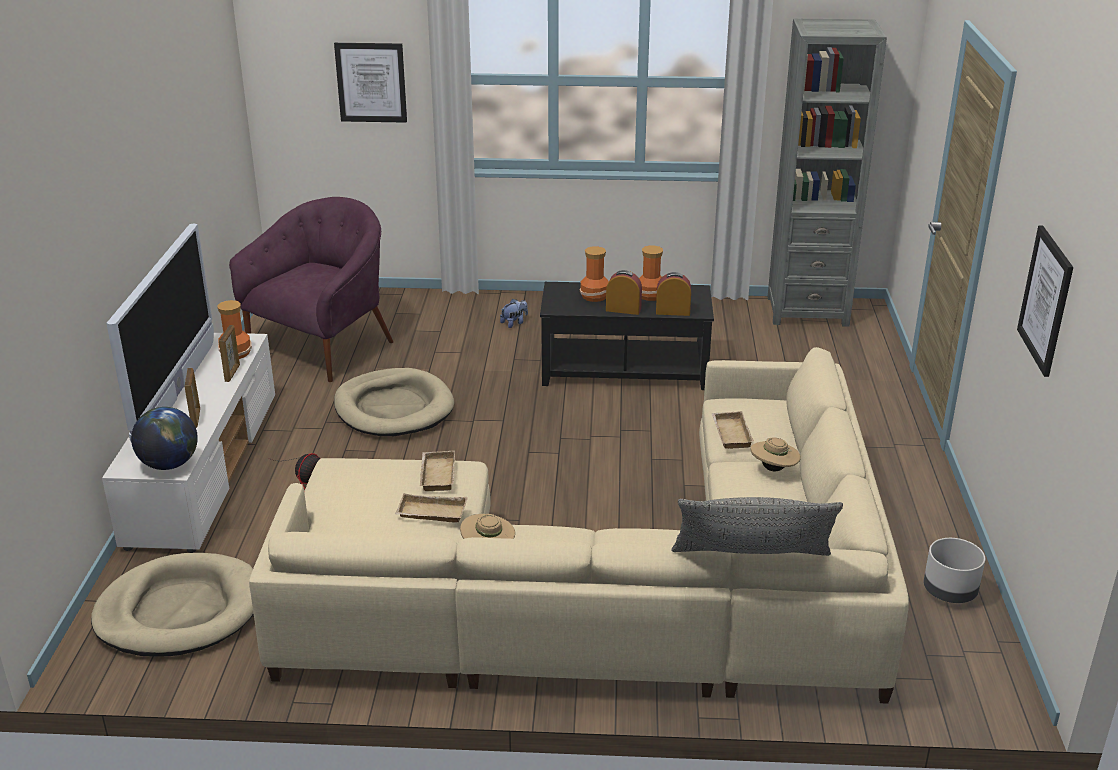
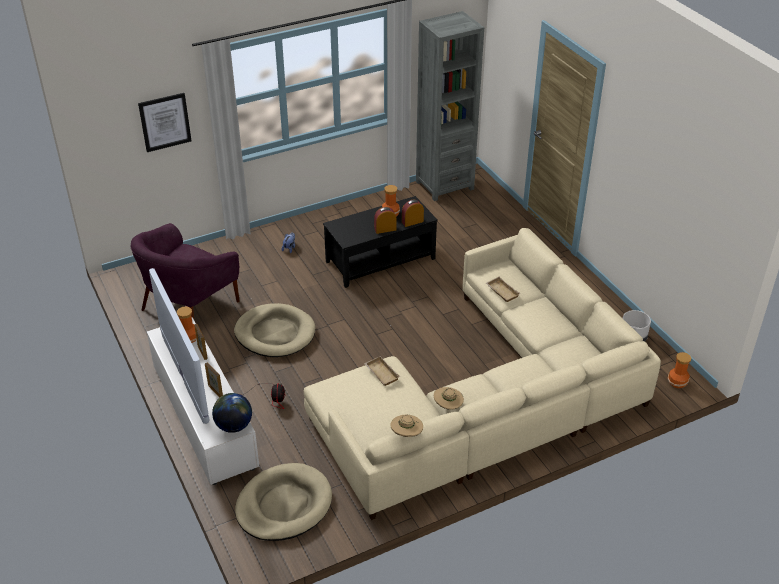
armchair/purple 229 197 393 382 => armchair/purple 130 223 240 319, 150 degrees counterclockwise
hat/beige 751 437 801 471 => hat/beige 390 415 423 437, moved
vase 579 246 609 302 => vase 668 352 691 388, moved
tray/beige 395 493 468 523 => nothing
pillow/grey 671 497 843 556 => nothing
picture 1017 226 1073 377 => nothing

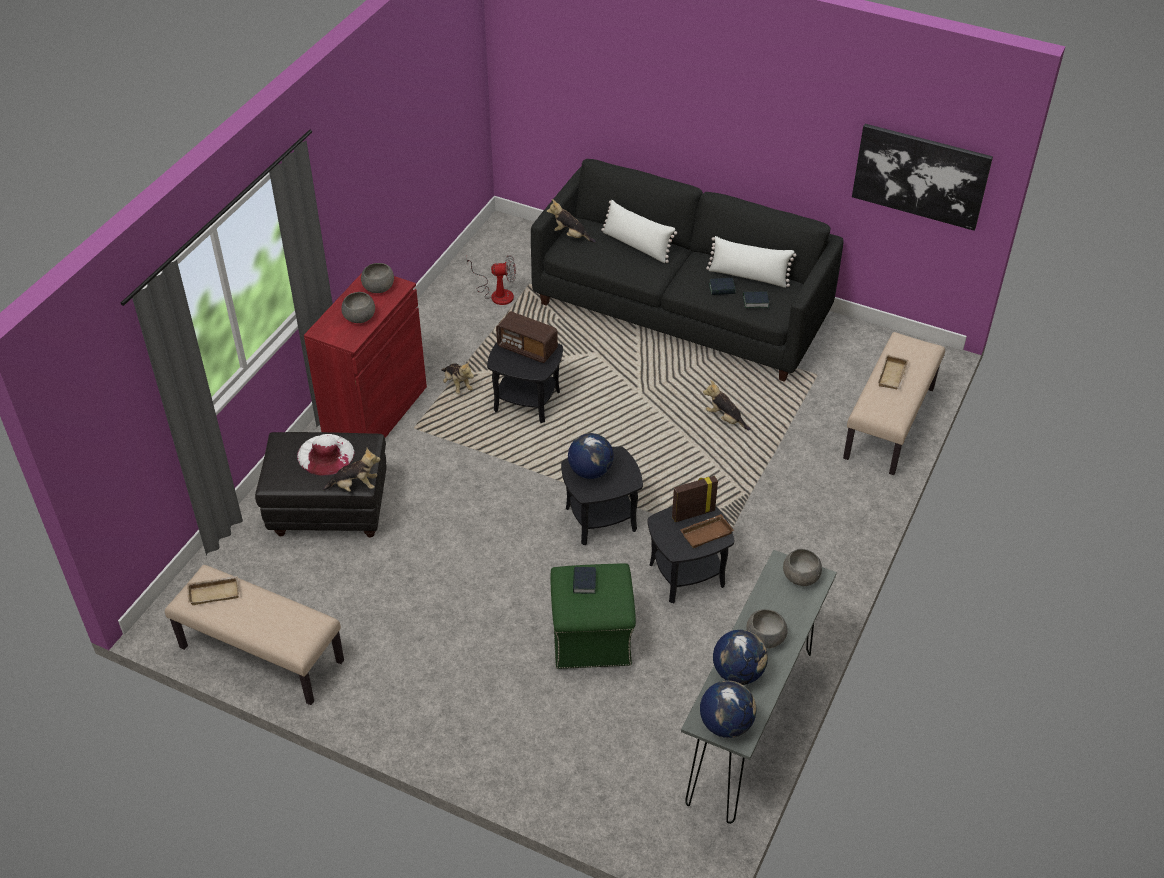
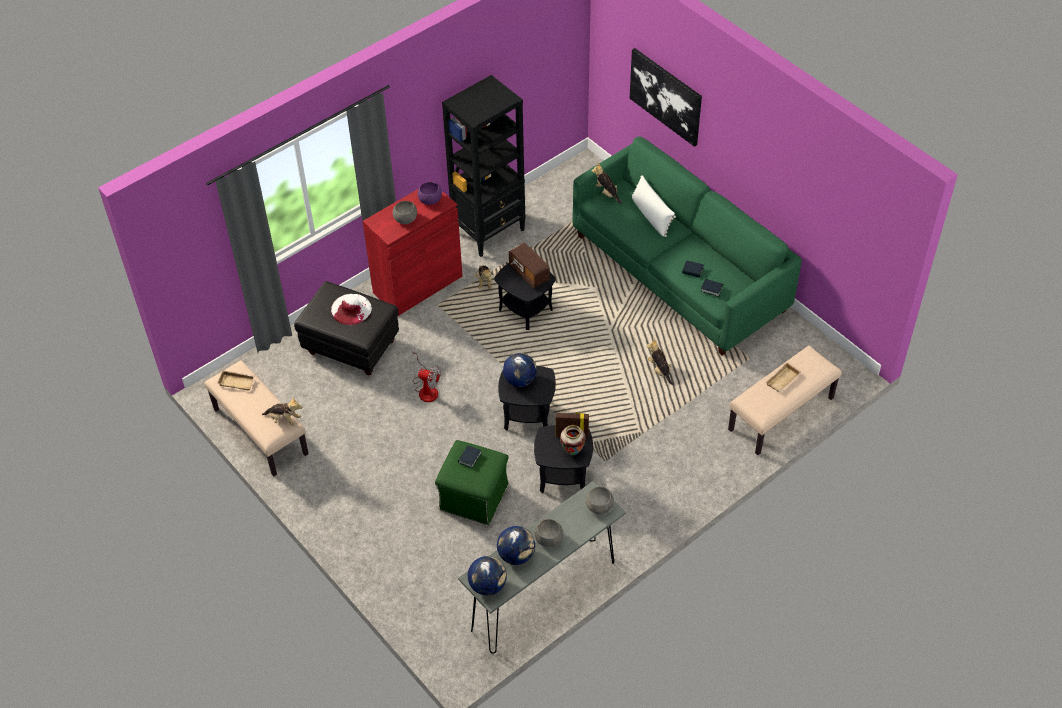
plush toy 323 448 381 492 => plush toy 262 397 303 426, moved
fan 466 255 516 305 => fan 412 349 441 402, moved
bowl/grey 361 263 394 293 => bowl/purple 418 182 442 205
nothing => bookcase/black 442 75 526 257
tray/brown 680 514 734 548 => vase 560 425 586 455
sofa/black 531 159 844 382 => sofa/green 573 137 802 355
picture 852 124 993 231 => picture 630 48 702 147, moved
pillow/white 706 236 797 288 => nothing

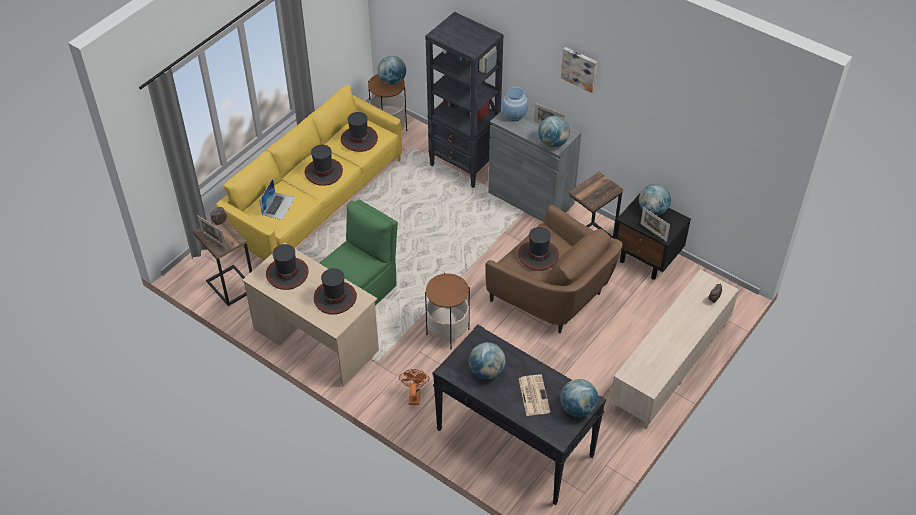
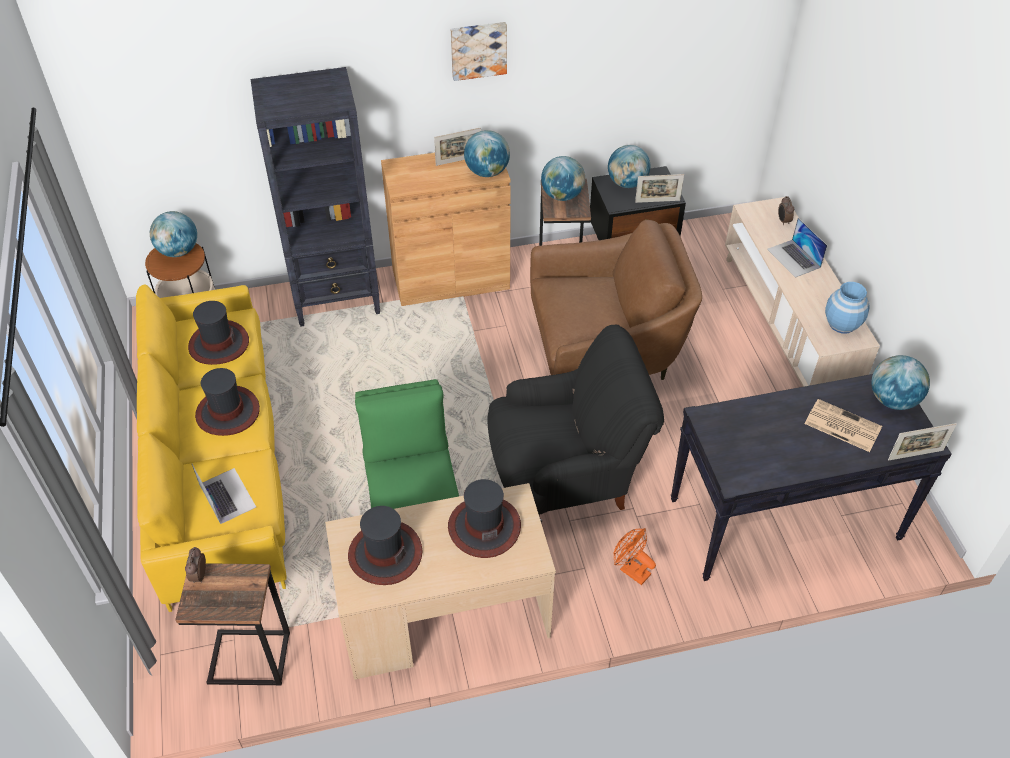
cabinet/grey 488 107 582 222 => cabinet/brown 381 153 511 306
side table 425 273 470 349 => armchair/black 487 325 664 523
globe 469 342 506 379 => globe 541 156 585 201, moved
nothing => laptop 767 218 828 278
vase/blue 502 87 528 121 => vase/blue 825 282 869 334, moved
picture frame 198 216 226 248 => picture frame 888 423 957 461, moved
hat 518 227 559 271 => nothing

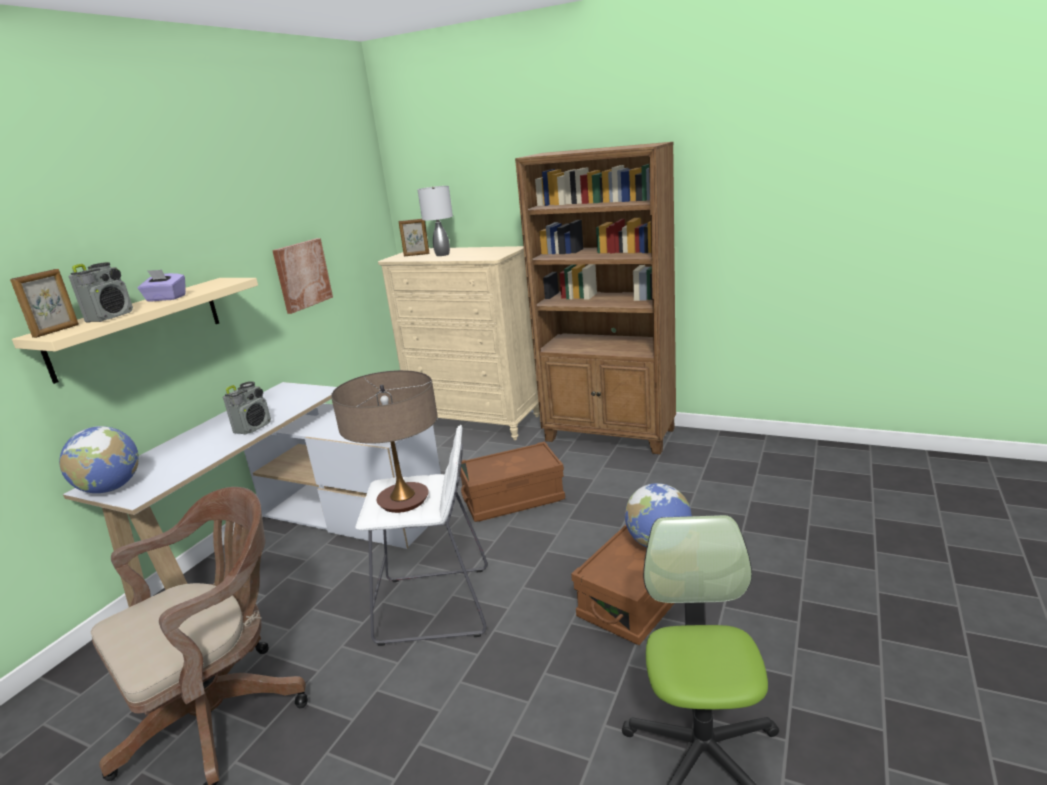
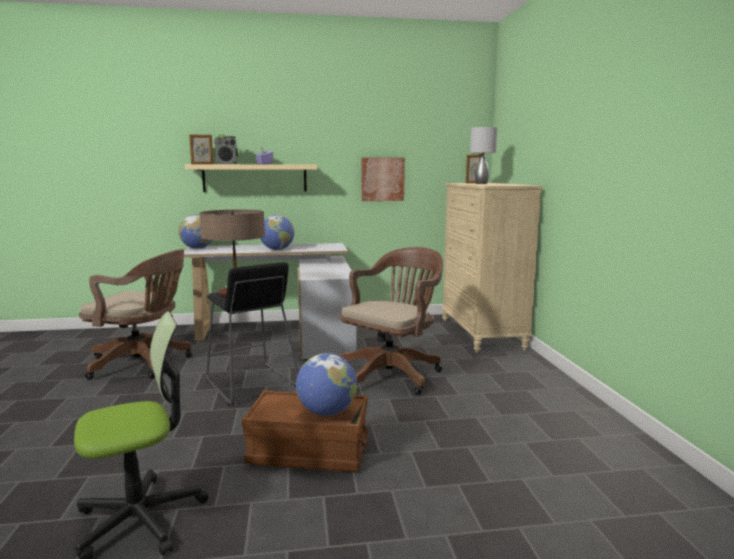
stool/white 355 425 487 646 => stool/black 206 262 298 406
radio 223 381 271 435 => globe 260 215 294 250
storage box/brown 460 441 565 522 => office chair/brown 339 247 443 395
bookcase/brown 515 142 676 454 => nothing

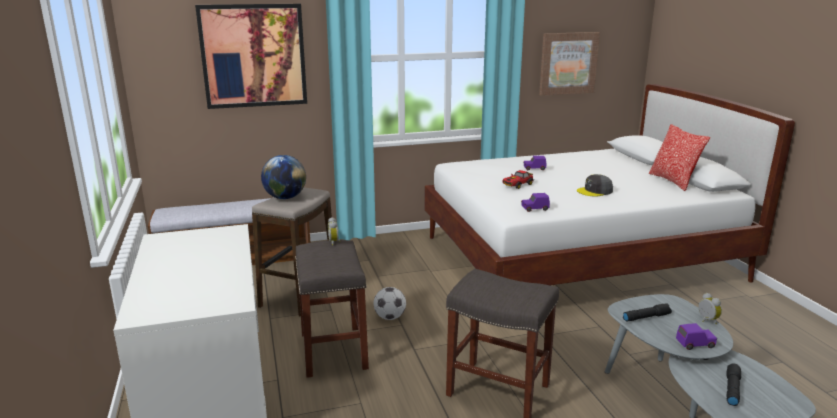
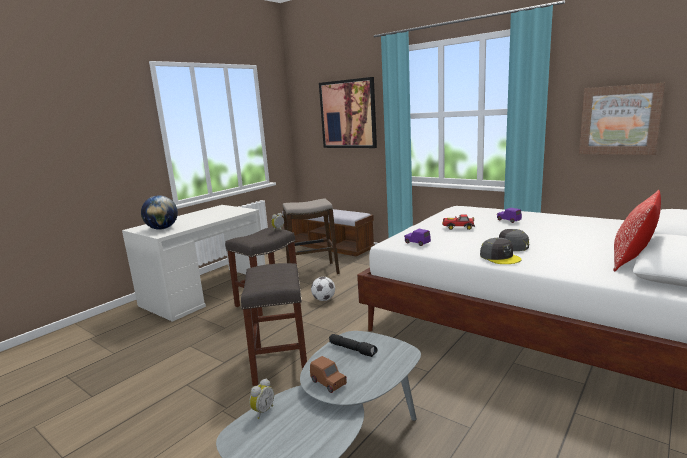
globe 261 155 306 199 => globe 141 195 178 230, moved
alarm clock 698 293 722 324 => alarm clock 249 379 274 419, moved
toy car/purple 676 323 717 350 => toy car/brown 310 356 347 393
nothing => cap/grey 480 238 521 264
flashlight/black 726 363 741 406 => nothing

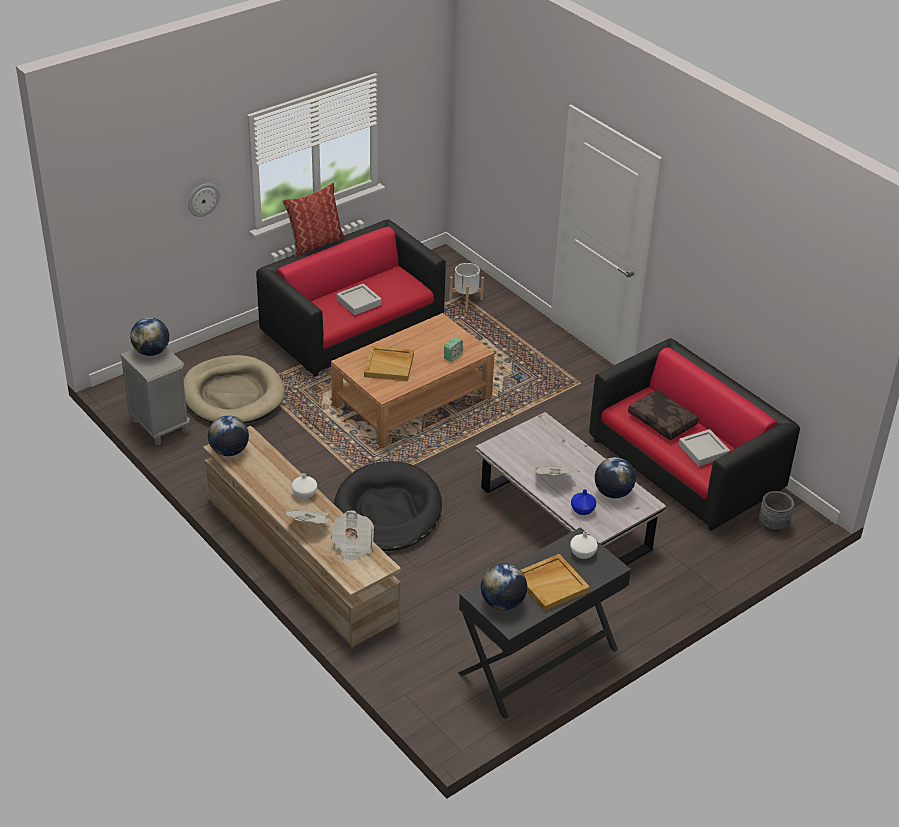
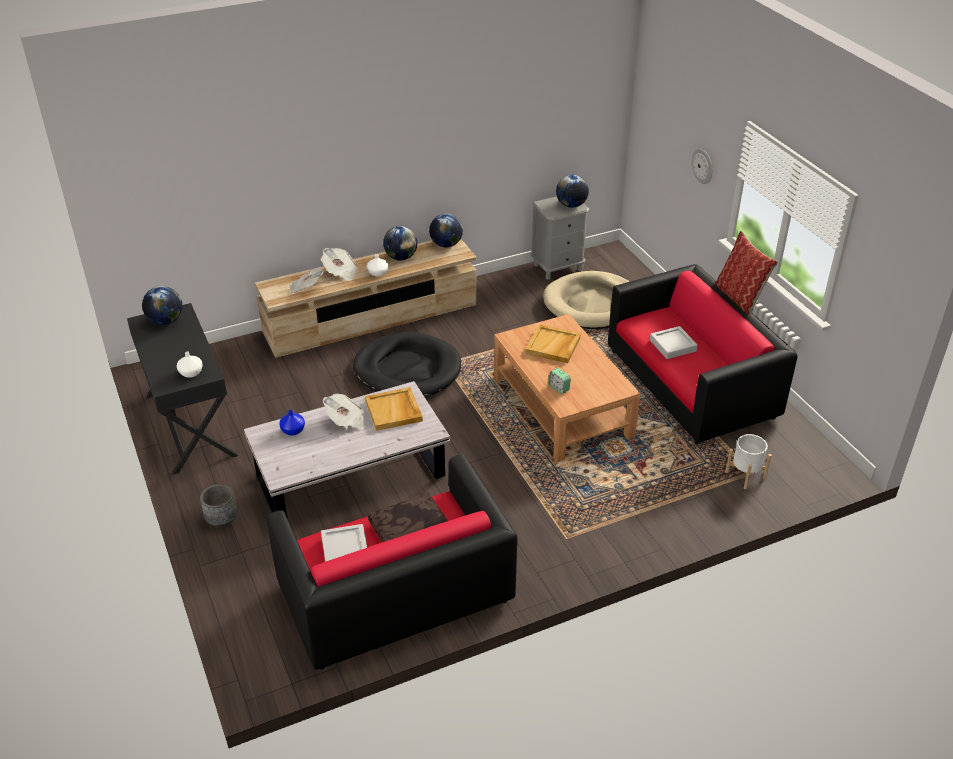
planter/grey 759 491 794 533 => planter/grey 200 484 237 528, moved
tray/beige 521 554 590 612 => tray/beige 365 387 423 431, moved
globe 595 457 636 498 => globe 383 226 417 260, moved

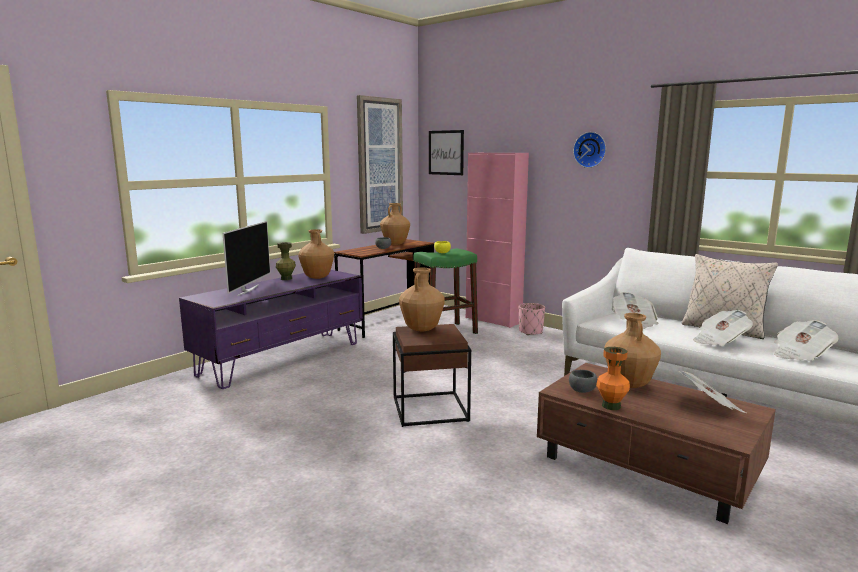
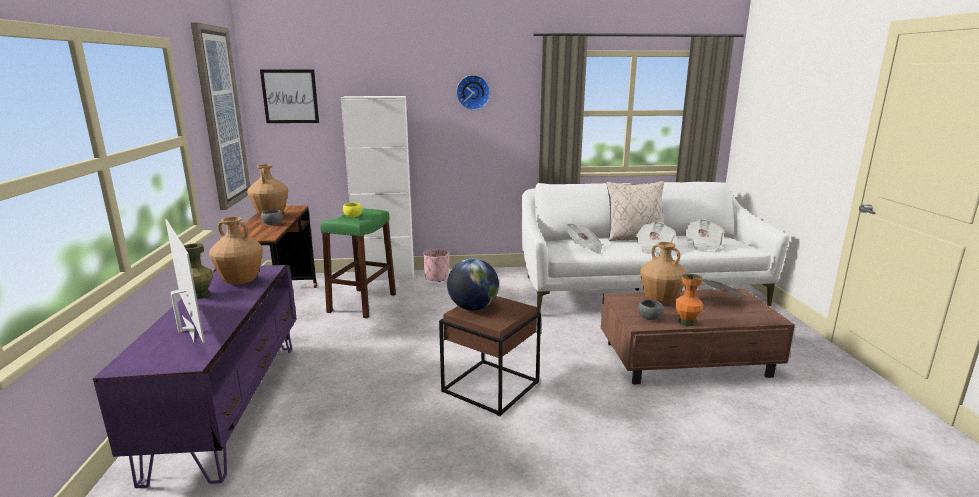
cabinet/pink 466 153 529 328 => cabinet/white 341 96 414 280
vase/brown 399 268 445 331 => globe 447 259 499 310

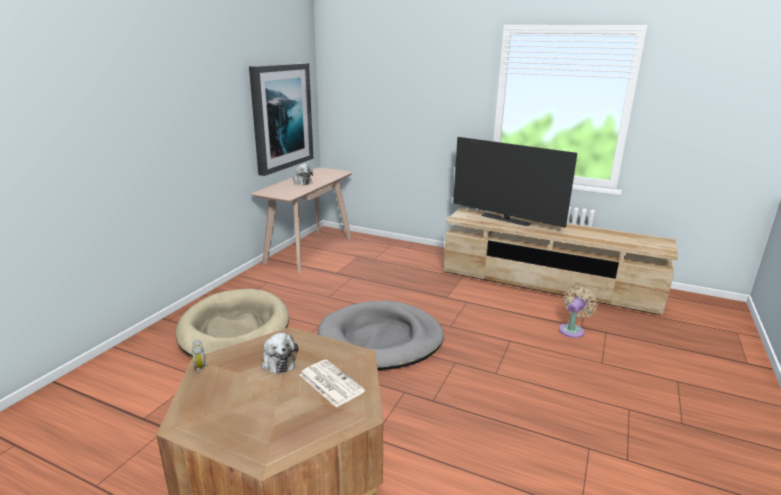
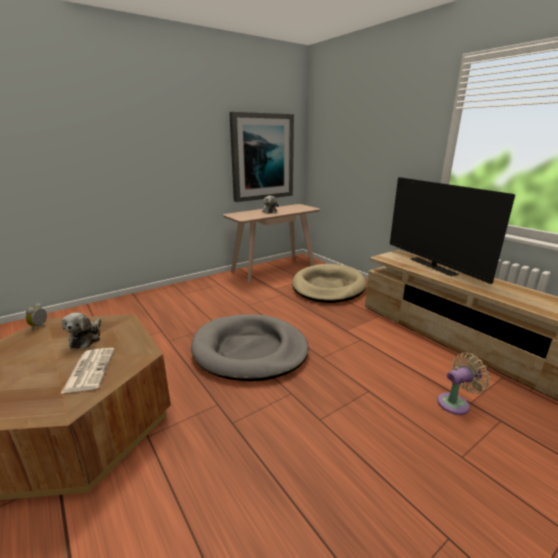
dog bed/beige 176 289 289 357 => dog bed/beige 292 264 366 303, moved

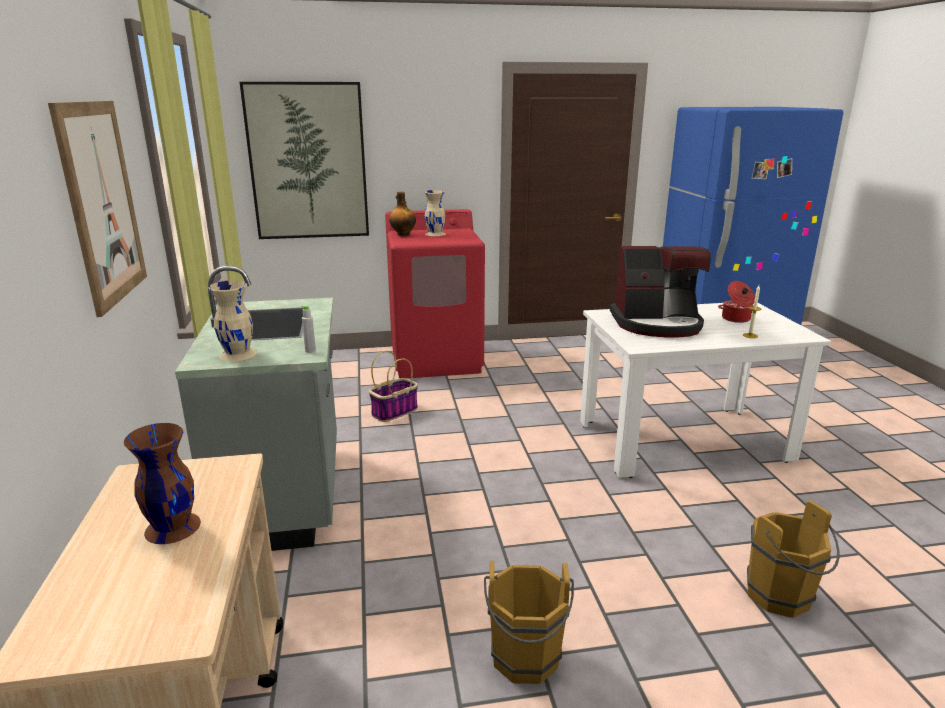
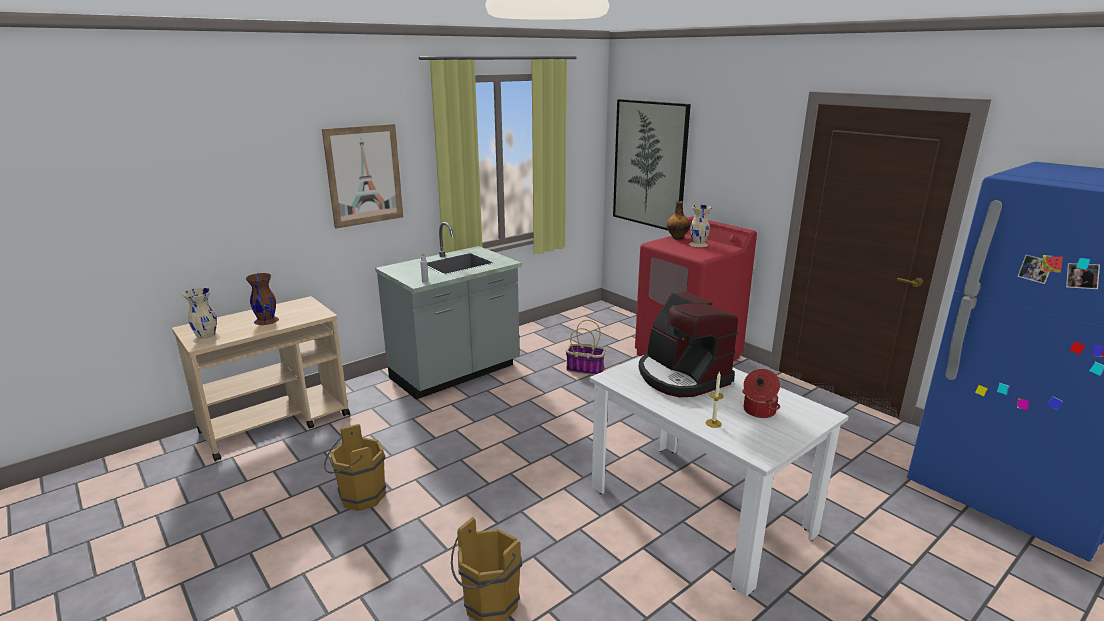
vase/beige 209 280 257 362 => vase/beige 183 288 221 344, moved

